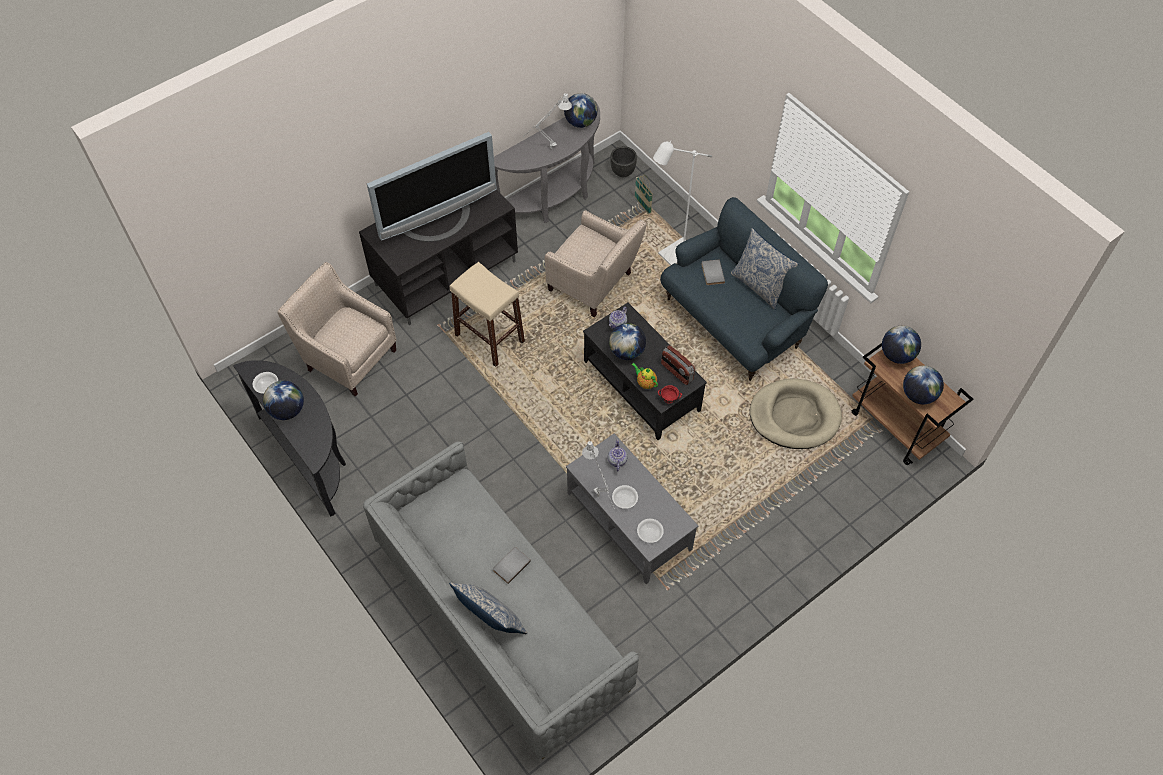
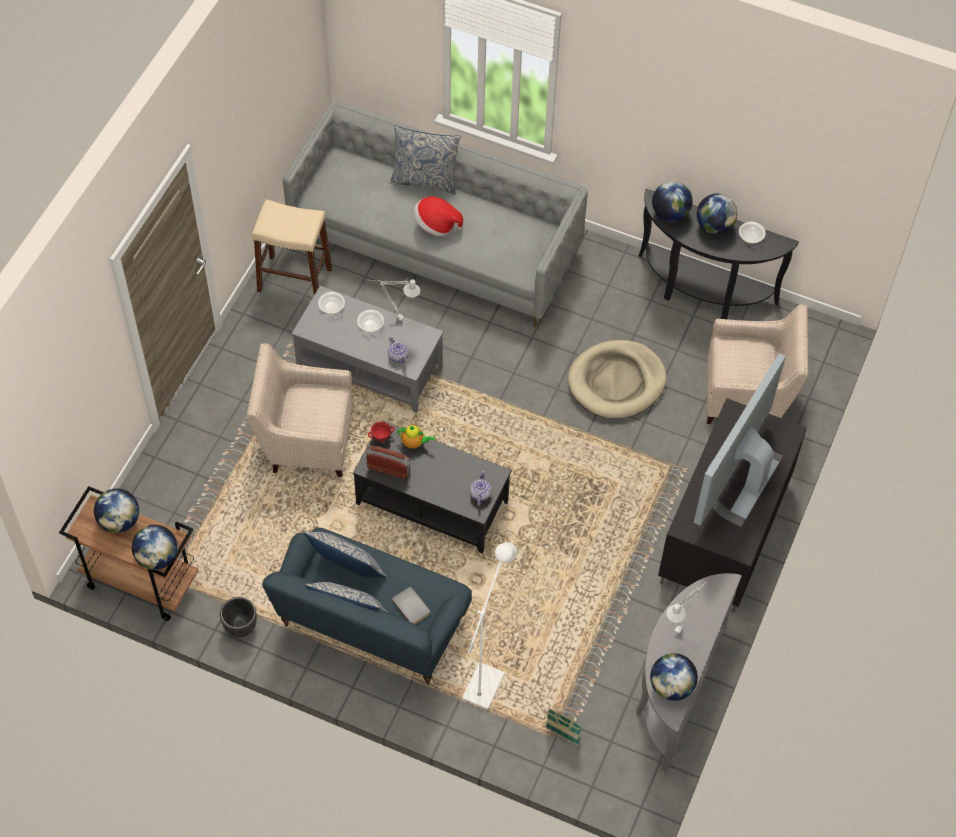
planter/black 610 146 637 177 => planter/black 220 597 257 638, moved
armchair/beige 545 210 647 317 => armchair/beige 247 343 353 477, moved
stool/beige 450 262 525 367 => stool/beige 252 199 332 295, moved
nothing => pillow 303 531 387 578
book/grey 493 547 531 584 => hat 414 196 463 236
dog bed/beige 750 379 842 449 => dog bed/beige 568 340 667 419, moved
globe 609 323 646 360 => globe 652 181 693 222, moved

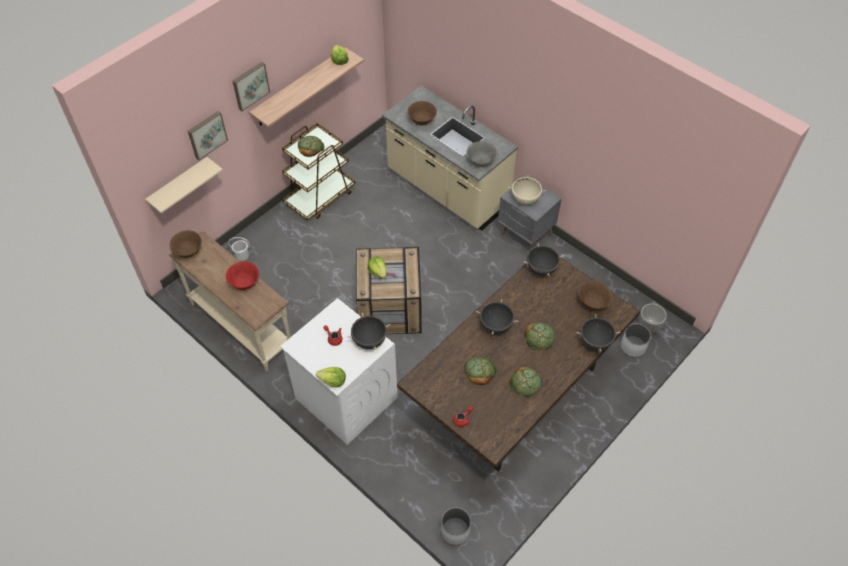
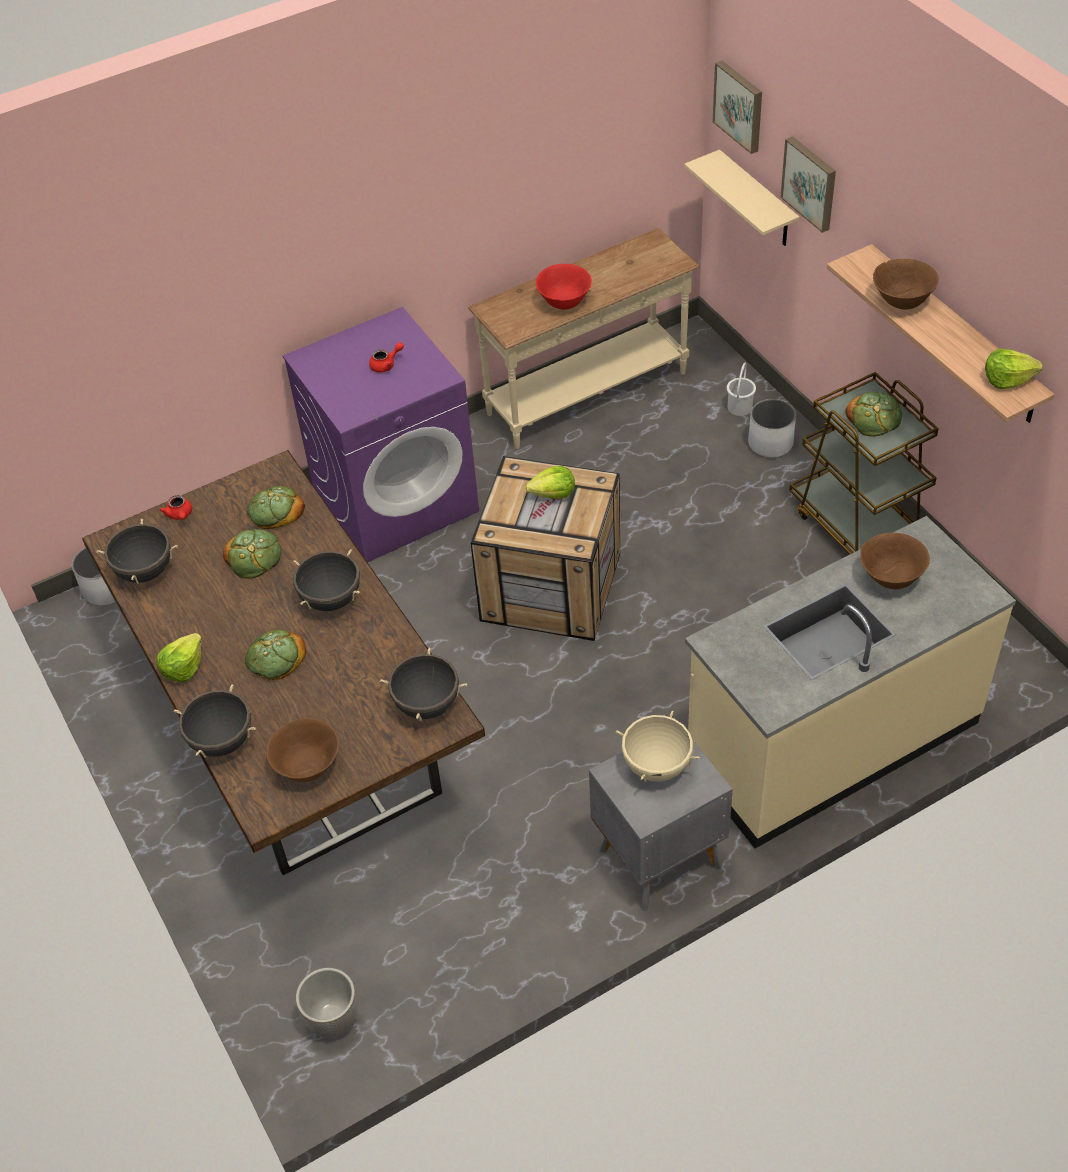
cooking pot/black 347 313 390 350 => cooking pot/black 96 519 178 584, moved
lettuce 316 367 346 388 => lettuce 157 633 202 682, moved
bread 510 367 543 397 => bread 247 486 305 529, moved
washing machine/white 280 298 398 445 => washing machine/purple 283 307 479 562
picture 233 62 270 111 => picture 713 60 762 154, moved
planter/white 621 324 651 357 => planter/white 748 399 796 458, moved
bowl/brown 169 230 202 258 => bowl/brown 873 259 939 309, moved
bowl/grey 467 141 497 167 => nothing

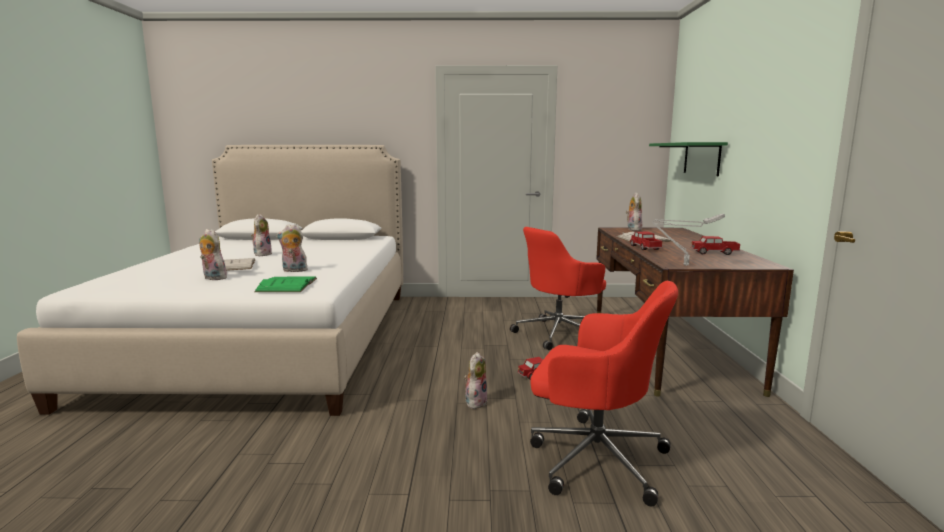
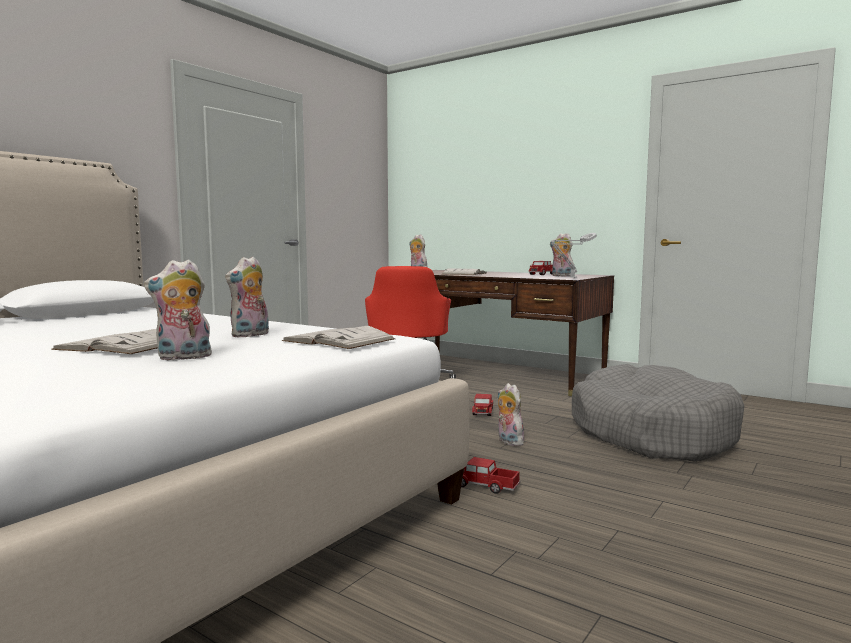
book/green 254 277 317 292 => book/white 282 326 395 349
toy truck 630 231 663 250 => toy truck 461 457 520 494, moved
plush toy 251 214 272 256 => plush toy 550 233 574 277, moved
office chair/red 530 281 678 506 => dog bed/grey 572 364 744 462
shelf/green 649 142 728 176 => nothing

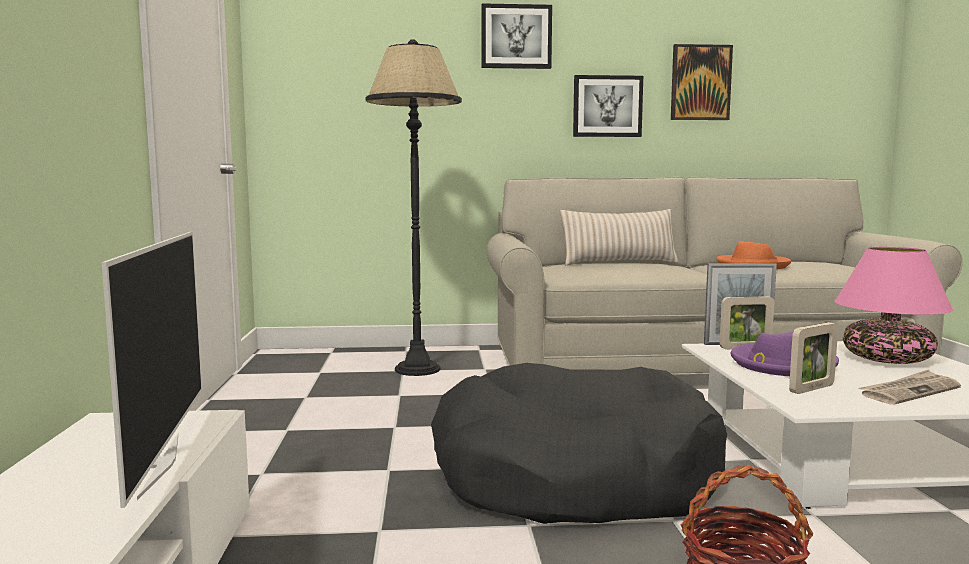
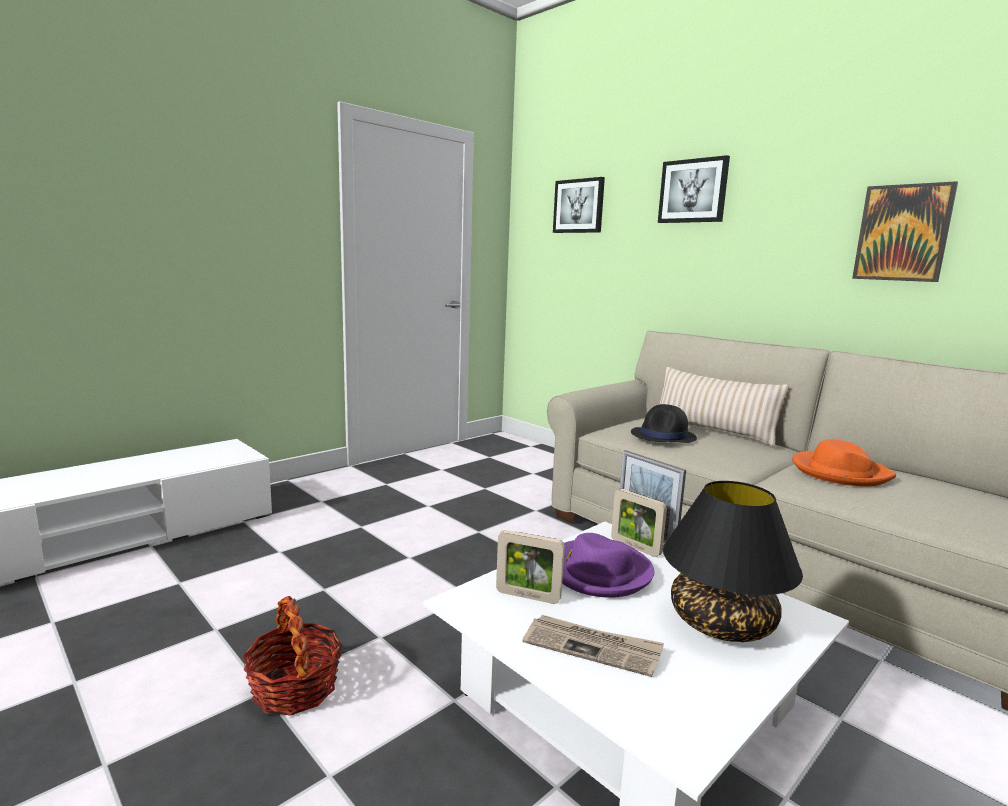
picture 573 75 643 137 => picture 553 177 605 233, moved
nothing => hat/black 631 404 697 443
table lamp/pink 835 247 953 364 => table lamp/black 663 481 803 642
television 102 232 202 508 => nothing
floor lamp/black 366 39 462 376 => nothing
dog bed/black 431 363 727 524 => nothing

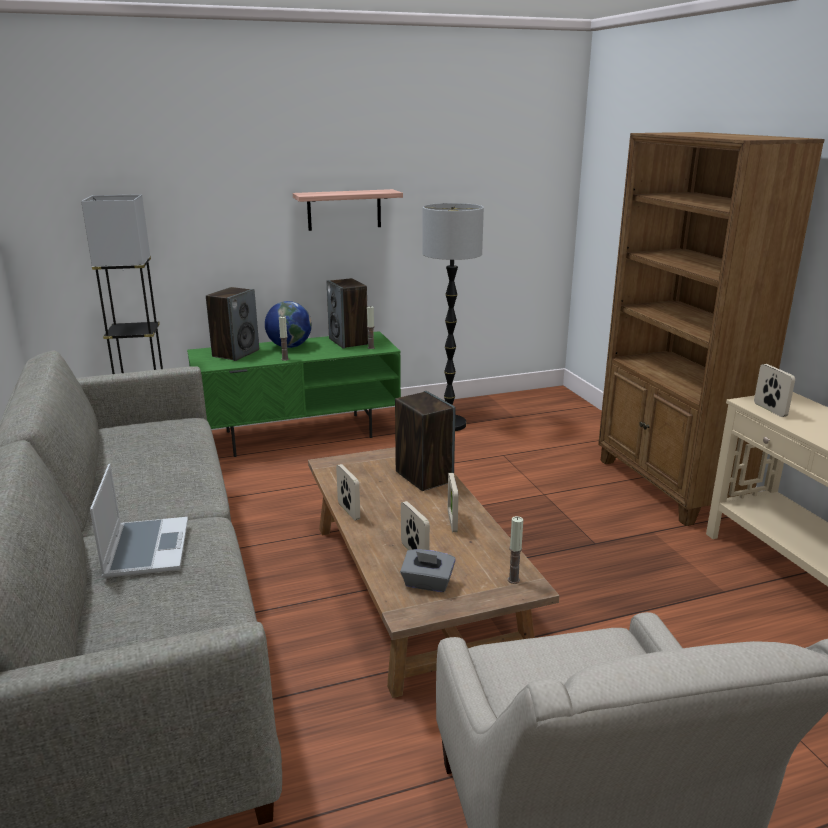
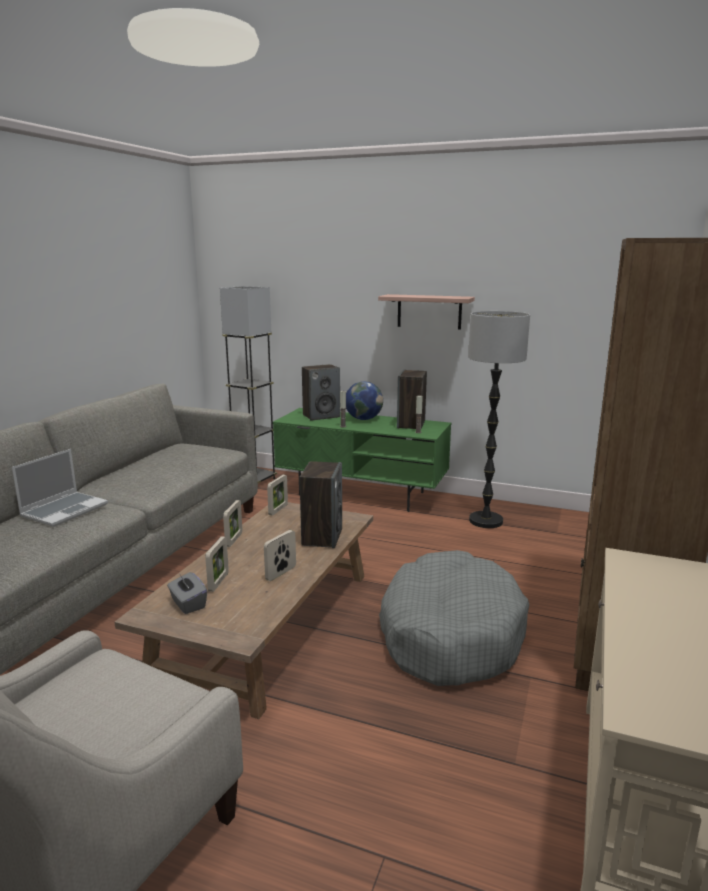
picture frame 754 364 795 417 => picture frame 267 475 288 516, moved
nothing => dog bed/grey 379 550 529 686
candle 508 516 523 584 => nothing

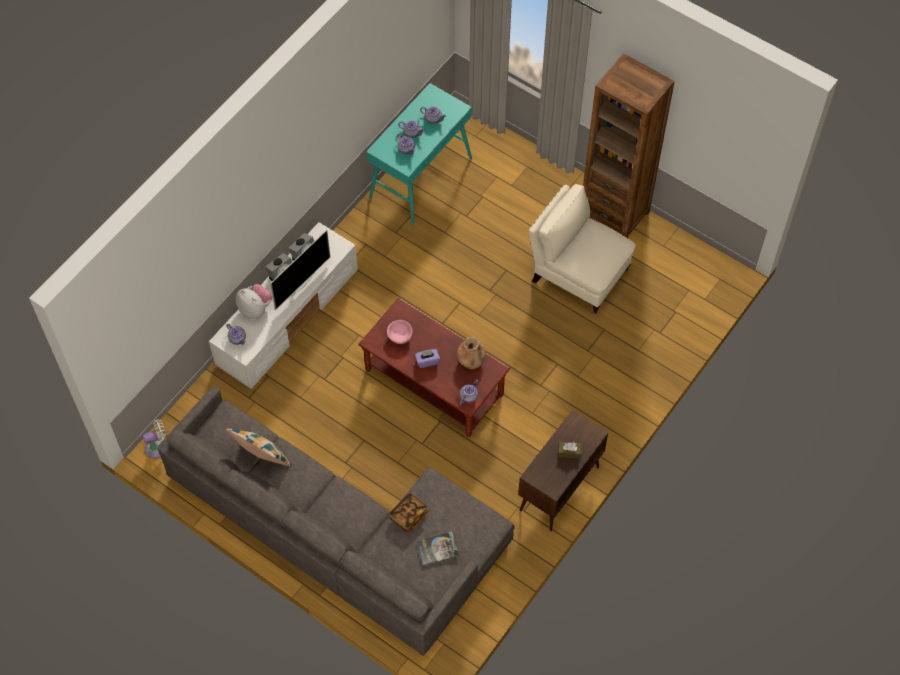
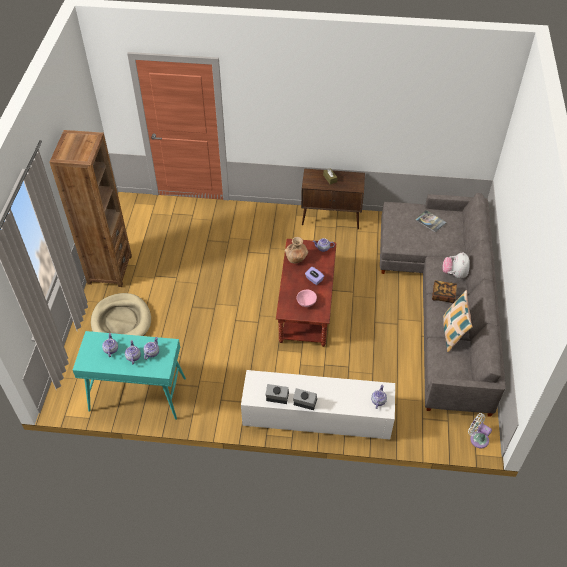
nothing => dog bed/beige 91 293 151 336
book 389 493 428 532 => book 432 280 457 303, moved
plush toy 235 284 272 319 => plush toy 443 252 470 279, moved
television 270 230 331 310 => nothing
armchair/beige 529 184 636 314 => nothing

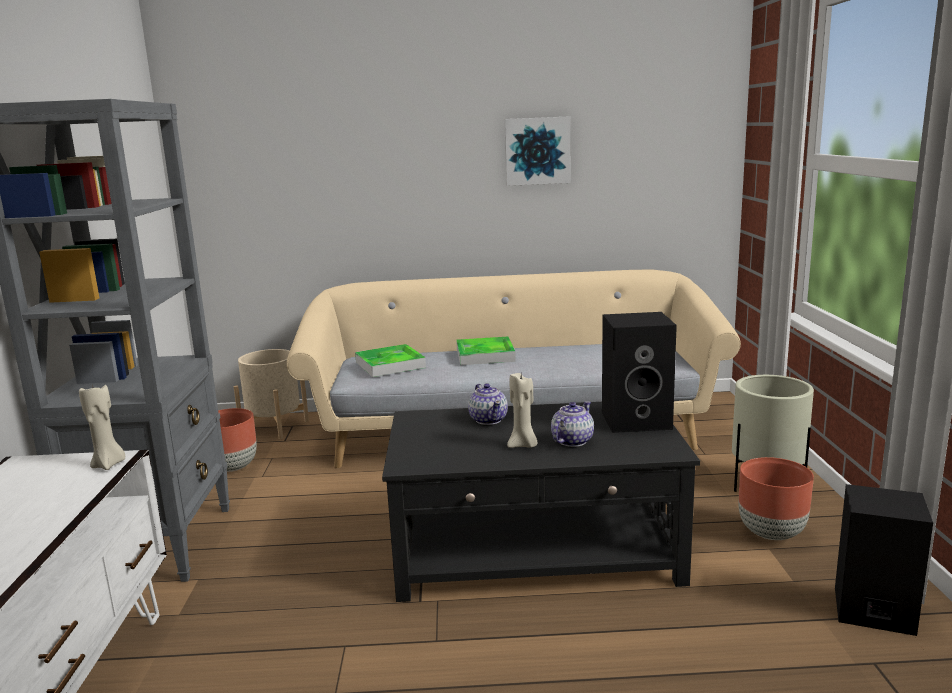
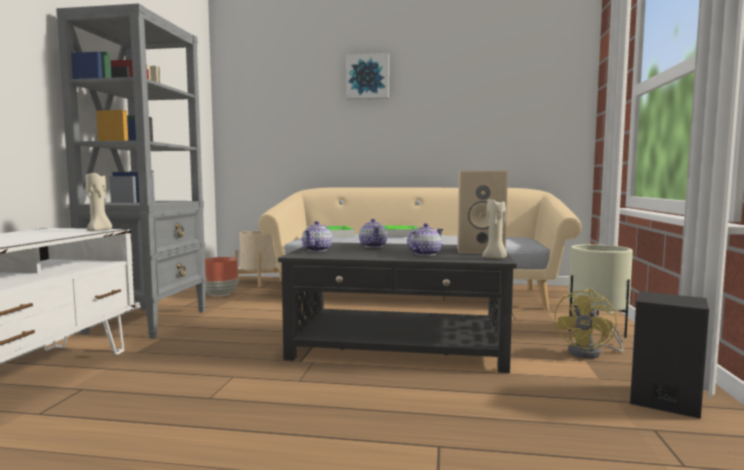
nothing => teapot 302 221 332 252
picture 504 116 571 186 => picture 346 53 389 100, moved
speaker/black 602 312 677 433 => speaker/beige 457 171 508 254
candle/beige 507 373 537 448 => candle/beige 483 198 507 259, moved
planter/brown 739 457 814 540 => fan/yellow 555 289 624 358

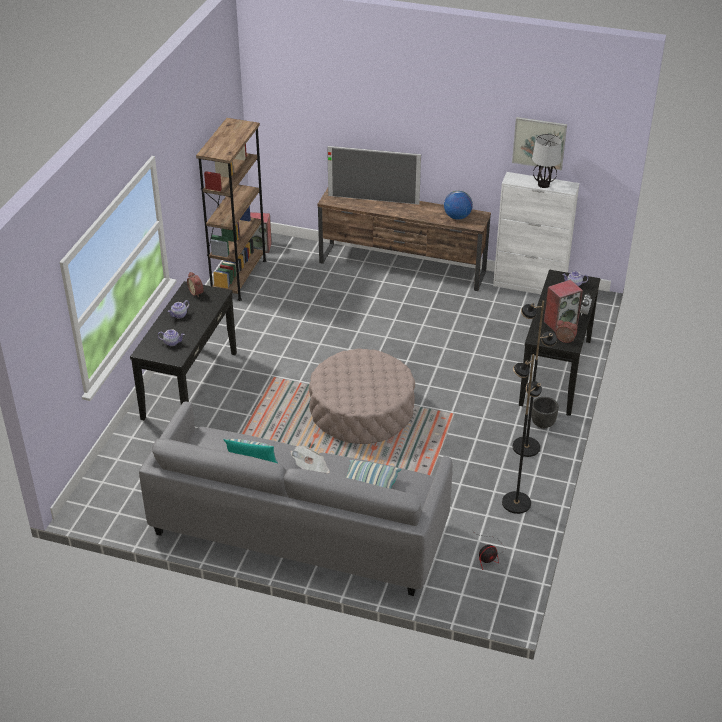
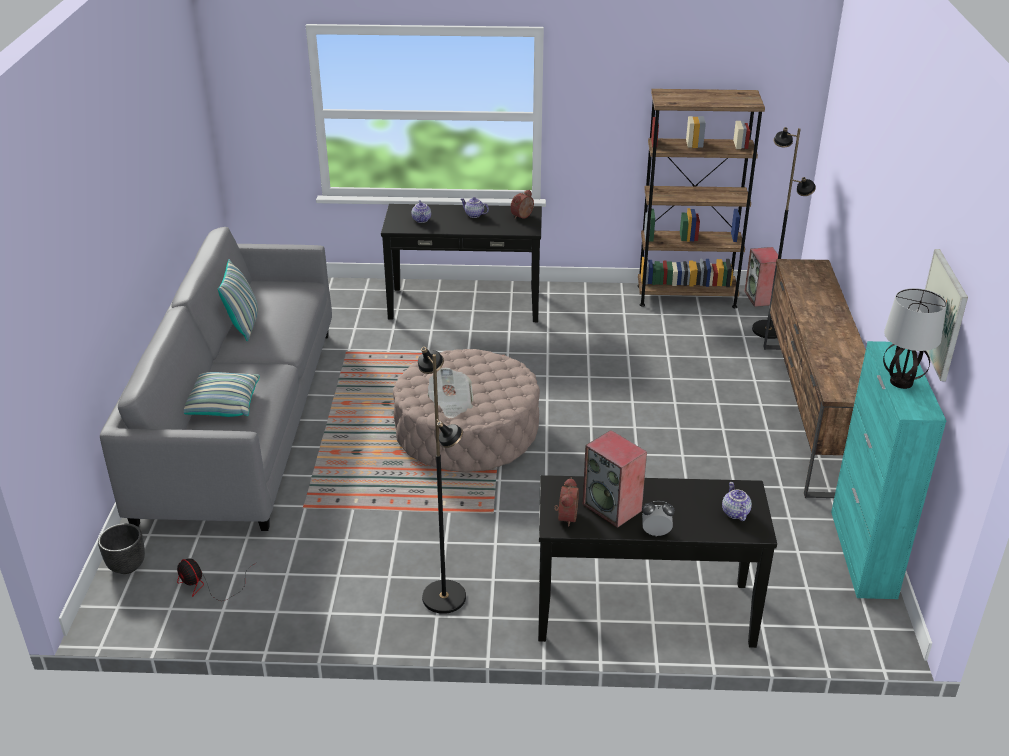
planter/black 531 397 559 429 => planter/black 98 523 145 574, moved
newspaper 291 445 330 473 => newspaper 428 367 473 419, moved
floor lamp/black 502 354 542 514 => floor lamp/black 752 127 816 339, moved
cabinet/white 493 172 579 294 => cabinet/turquoise 831 341 946 599
television 327 146 421 205 => nothing
globe 444 191 473 220 => nothing

